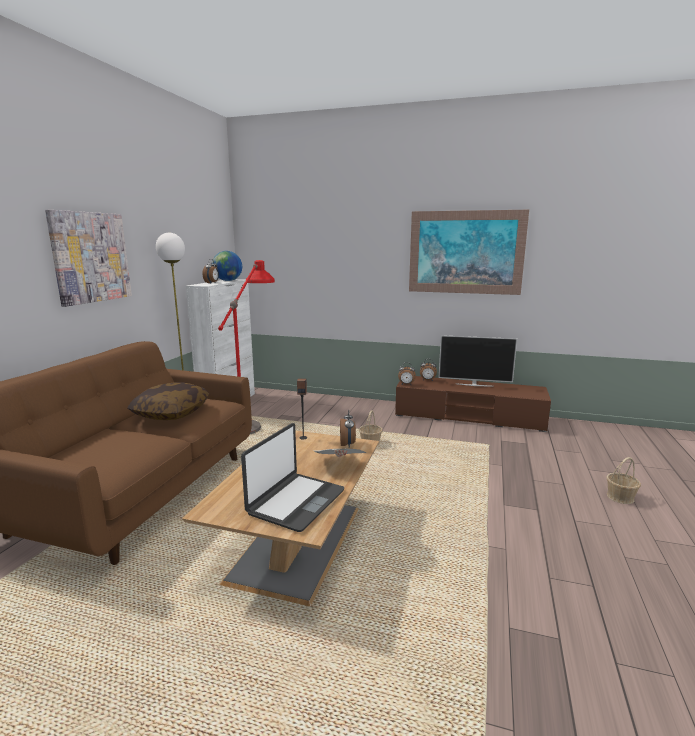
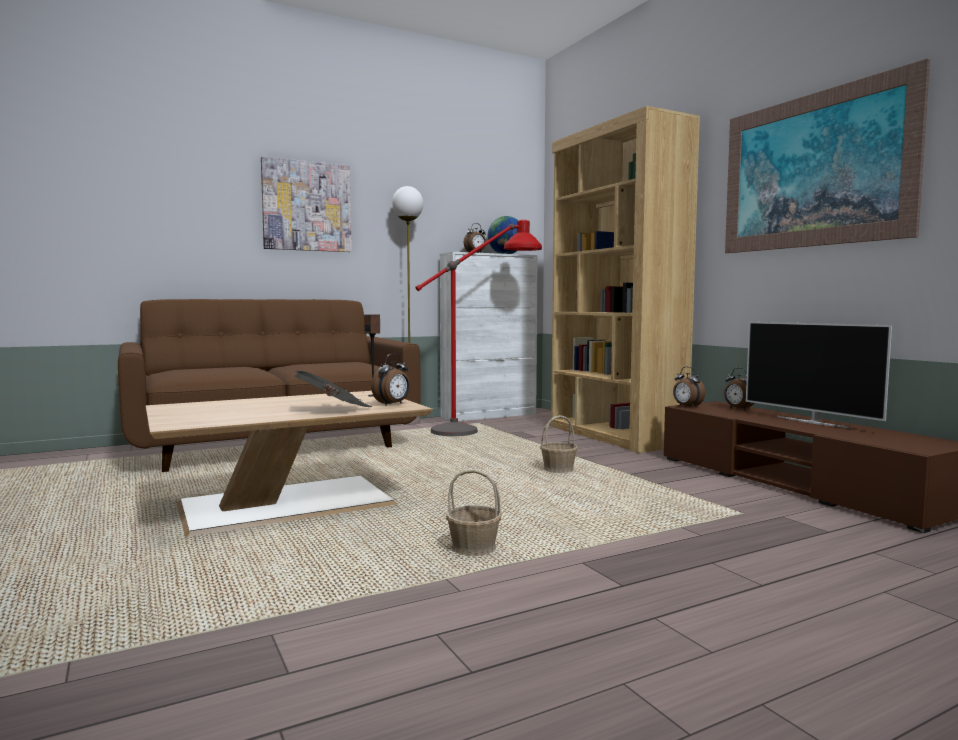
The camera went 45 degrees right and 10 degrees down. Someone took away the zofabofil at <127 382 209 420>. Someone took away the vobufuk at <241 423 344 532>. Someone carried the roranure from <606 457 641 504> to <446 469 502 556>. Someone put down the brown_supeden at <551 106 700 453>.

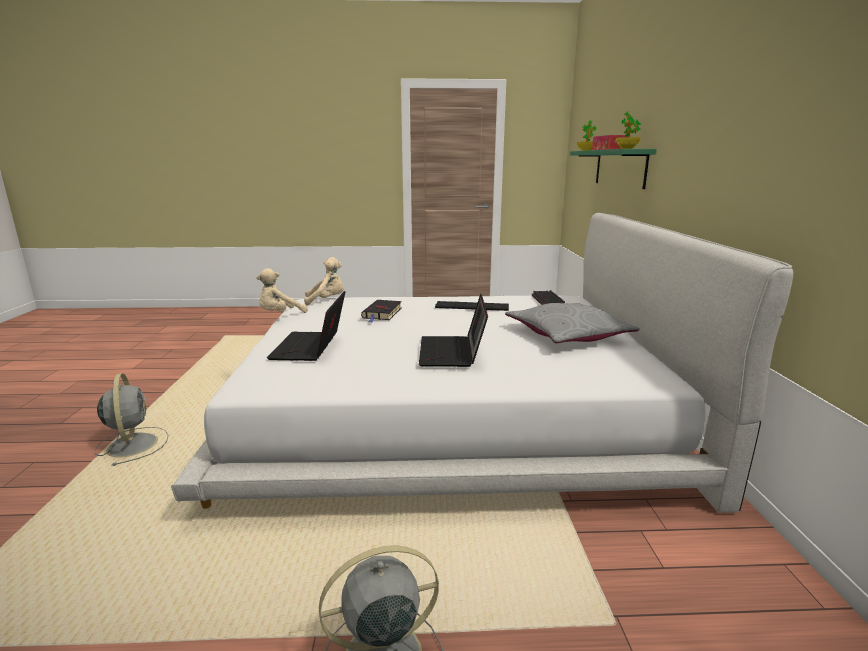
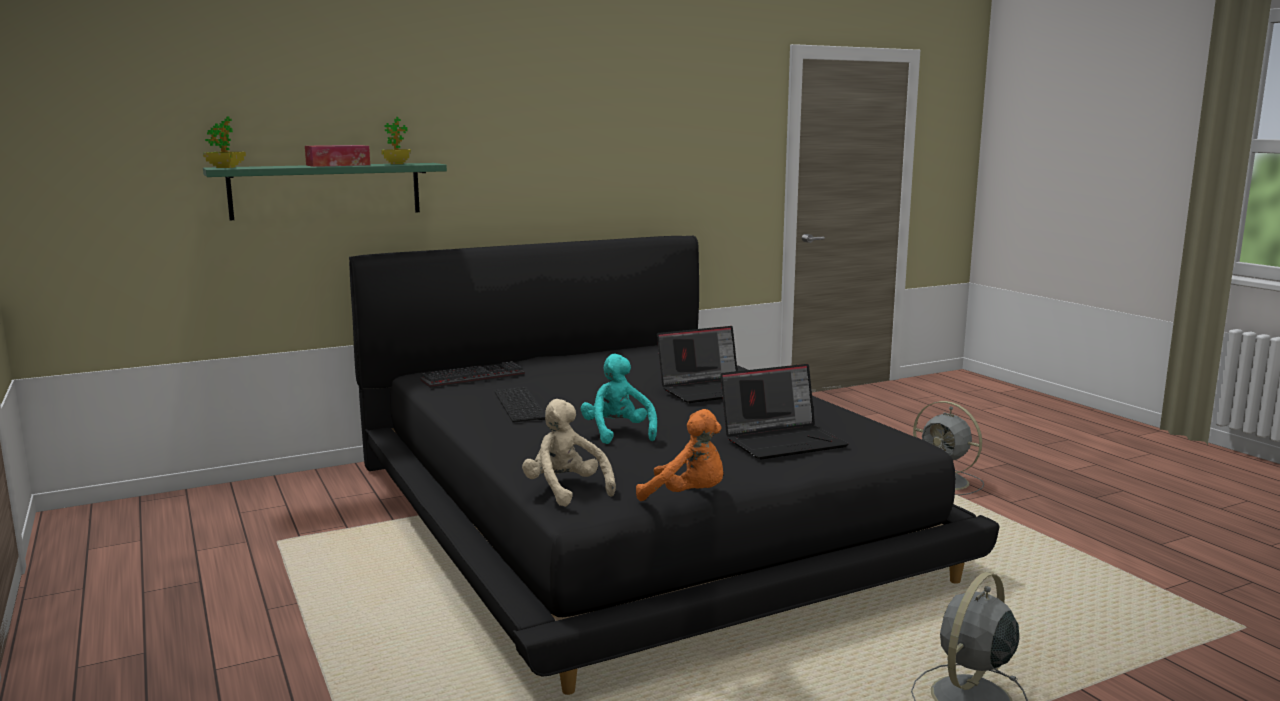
The camera went 115 degrees left and 5 degrees down. Someone repainted the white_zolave at <171 213 793 513>, which became the black_zolave at <349 236 999 695>. Someone repainted the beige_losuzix at <256 268 308 313>, which became the orange_losuzix at <636 409 723 501>. Someone swapped the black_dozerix at <361 300 402 322> for the turquoise_losuzix at <581 354 657 444>. Someone took away the grey_zofabofil at <505 303 640 343>.

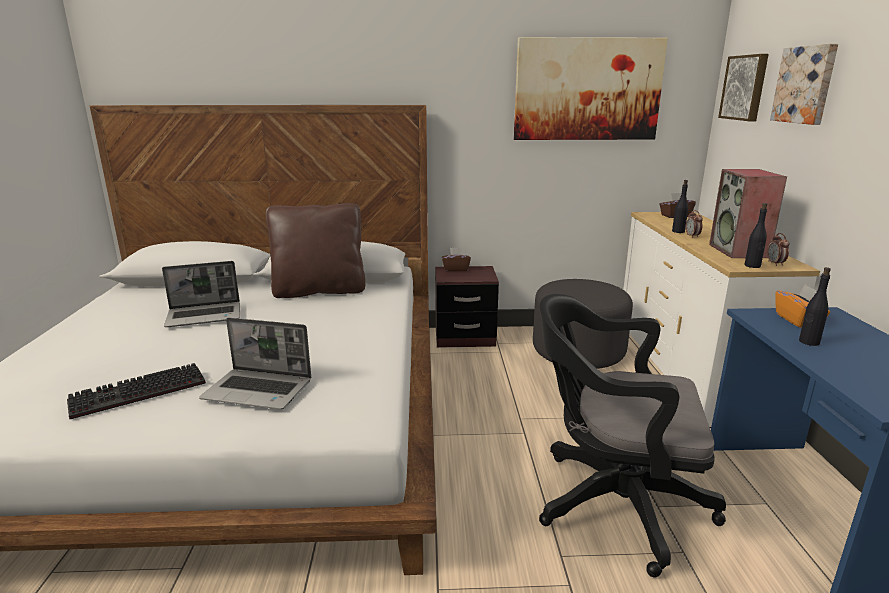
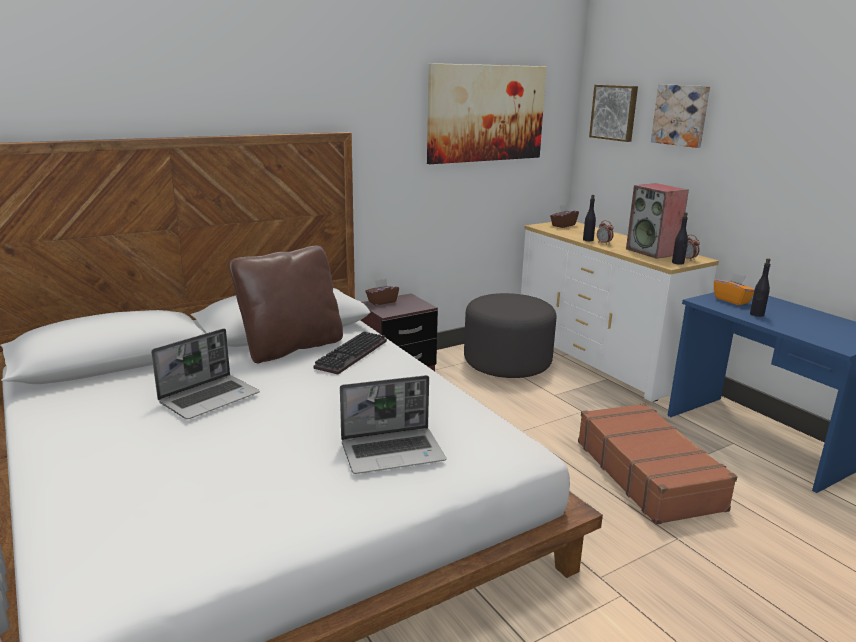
The camera went 30 degrees left and 0 degrees up. Someone carried the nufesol from <67 363 206 419> to <313 331 387 374>. Someone swapped the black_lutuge at <539 294 726 577> for the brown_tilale at <578 403 738 525>.

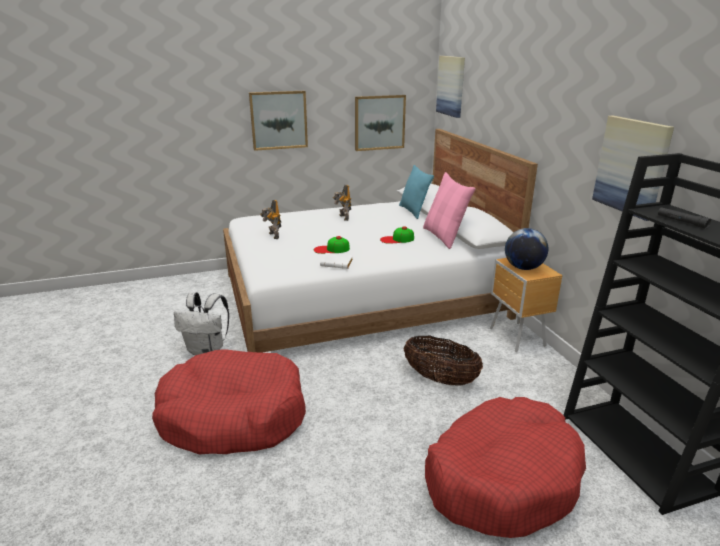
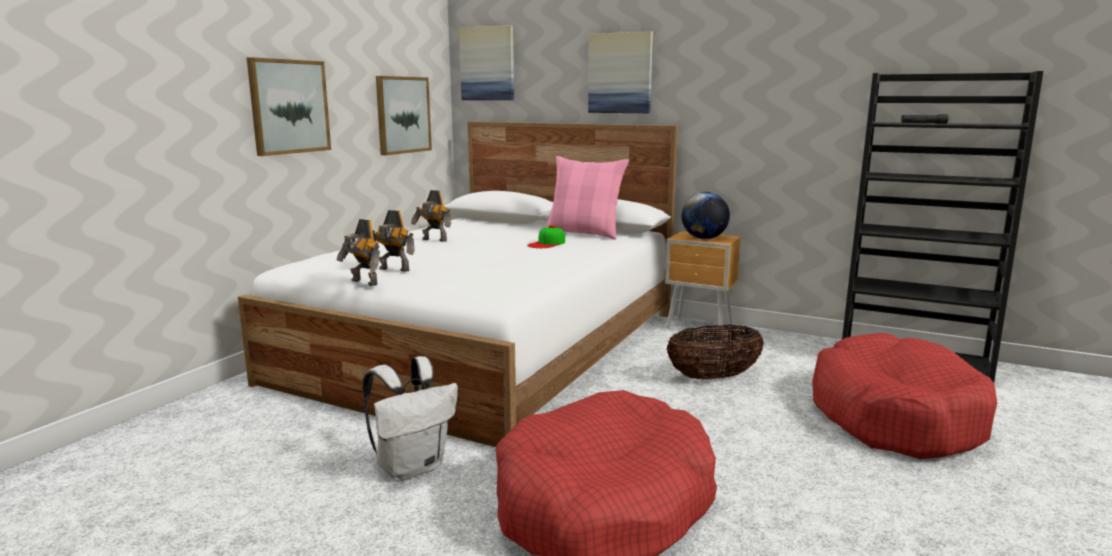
The camera went 45 degrees left and 10 degrees down. Someone took away the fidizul at <314 236 350 254>. Someone took away the white_dozerix at <320 253 353 269>. Someone took away the turquoise_zofabofil at <399 165 434 219>. Someone carried the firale from <592 116 674 221> to <588 31 653 113>. Someone put down the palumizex at <337 219 380 286>.

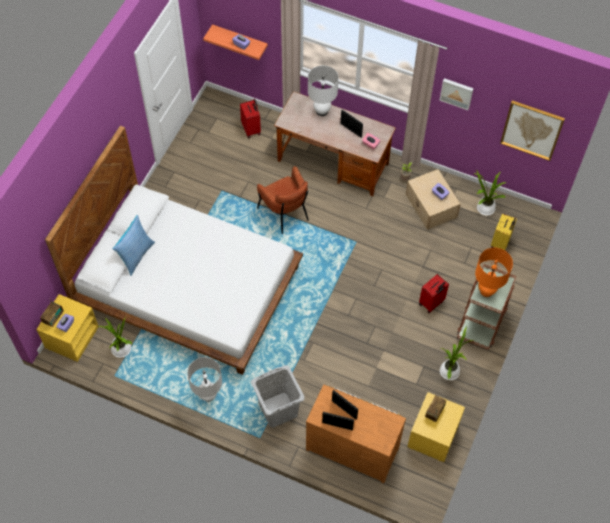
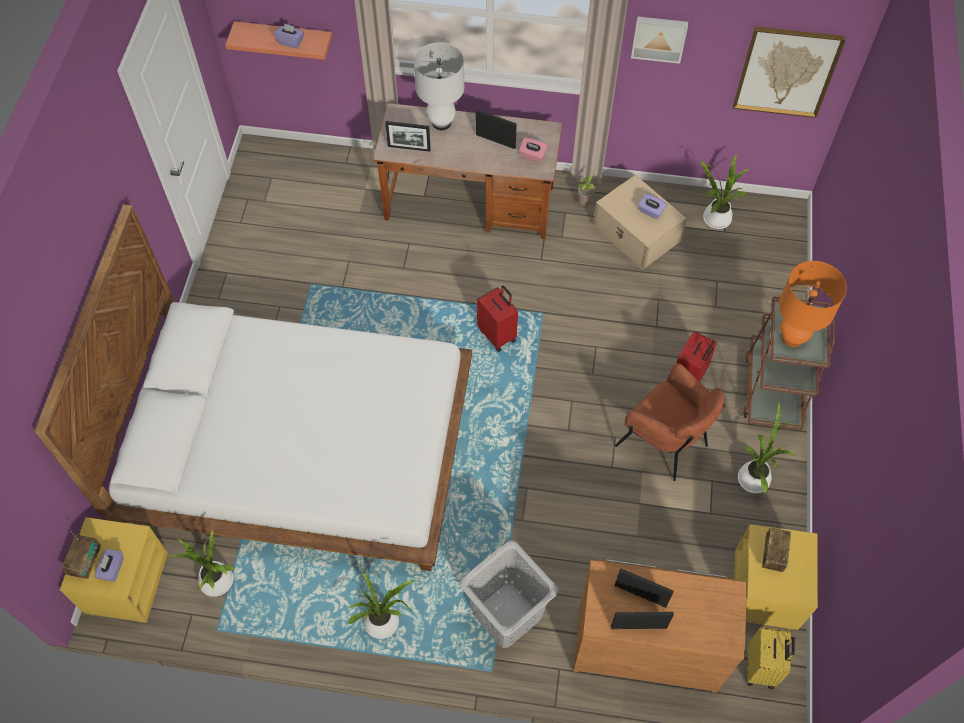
The camera went 15 degrees left and 0 degrees up. Someone took away the zofabofil at <112 215 155 276>. Someone swapped the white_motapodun at <187 357 222 402> for the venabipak at <348 572 415 639>. Someone carried the red_tilale from <240 98 261 138> to <477 285 518 352>. Someone carried the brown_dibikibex from <257 166 309 234> to <615 363 725 481>. Someone carried the yellow_tilale from <491 213 517 250> to <747 627 795 689>. Someone put down the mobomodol at <385 121 431 152>.

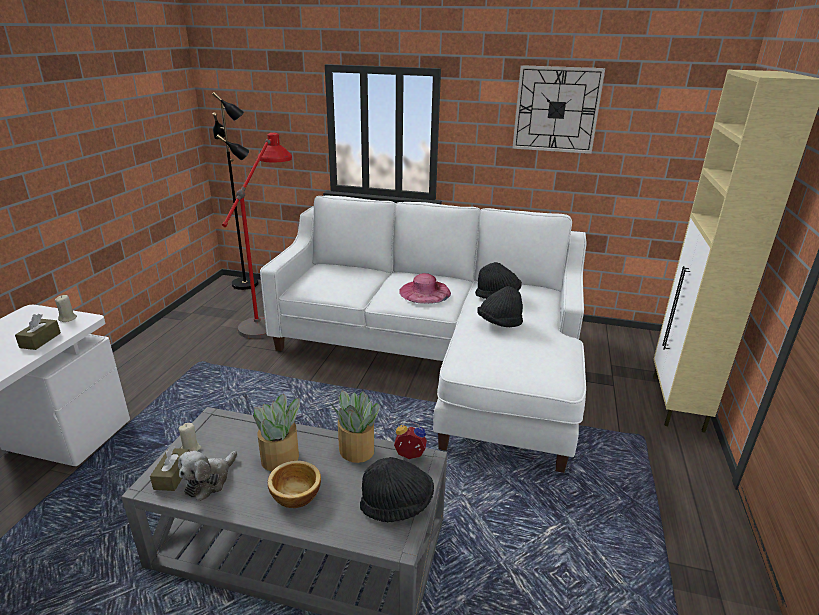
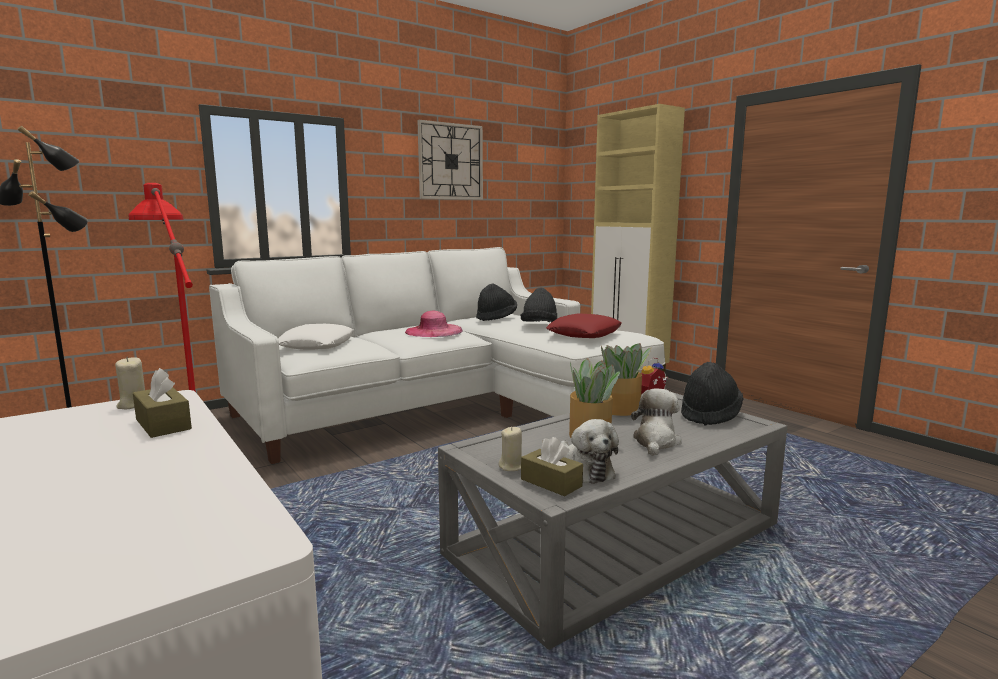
The camera went 50 degrees left and 15 degrees down. Someone swapped the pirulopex at <268 461 321 508> for the losuzix at <631 388 682 456>. Someone put down the white_zofabofil at <278 324 354 350>. Someone put down the red_zofabofil at <546 313 622 338>.

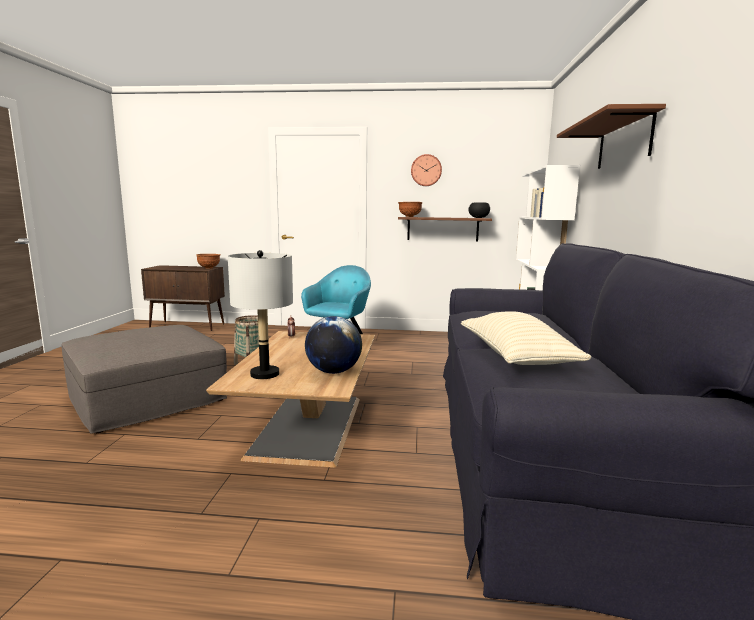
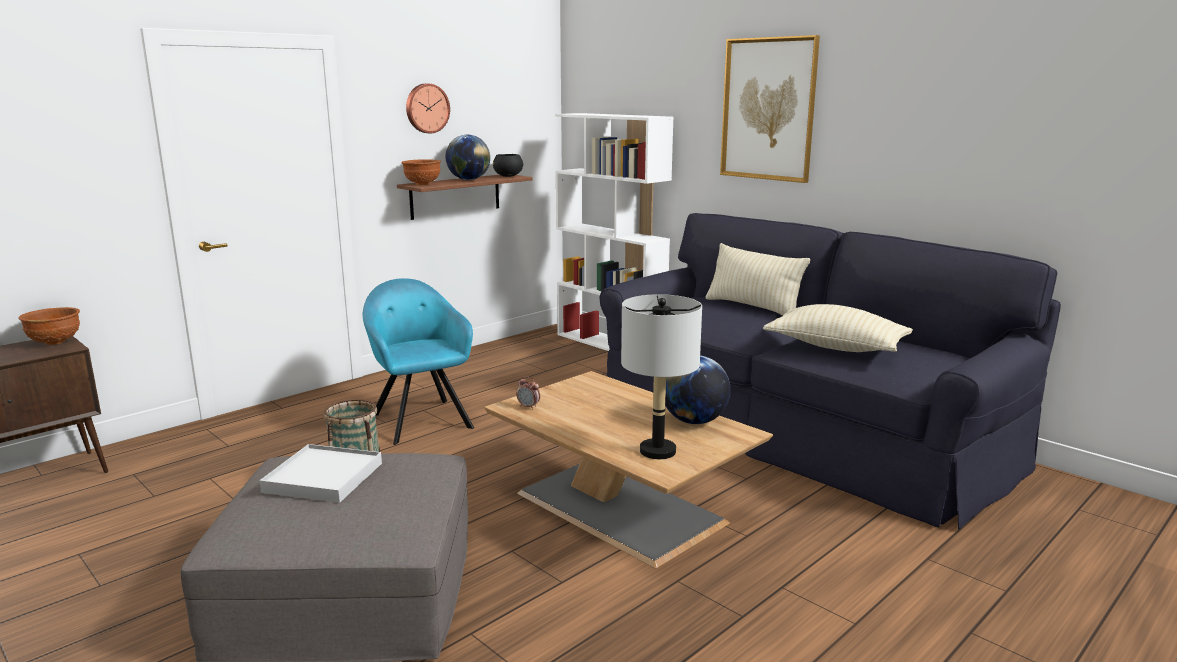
The camera went 50 degrees left and 5 degrees up. Someone swapped the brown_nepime at <557 104 666 169> for the firale at <720 35 820 183>. Someone put down the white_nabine at <260 444 382 503>. Someone put down the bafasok at <445 135 490 180>. Someone put down the beige_zofabofil at <705 243 810 315>.

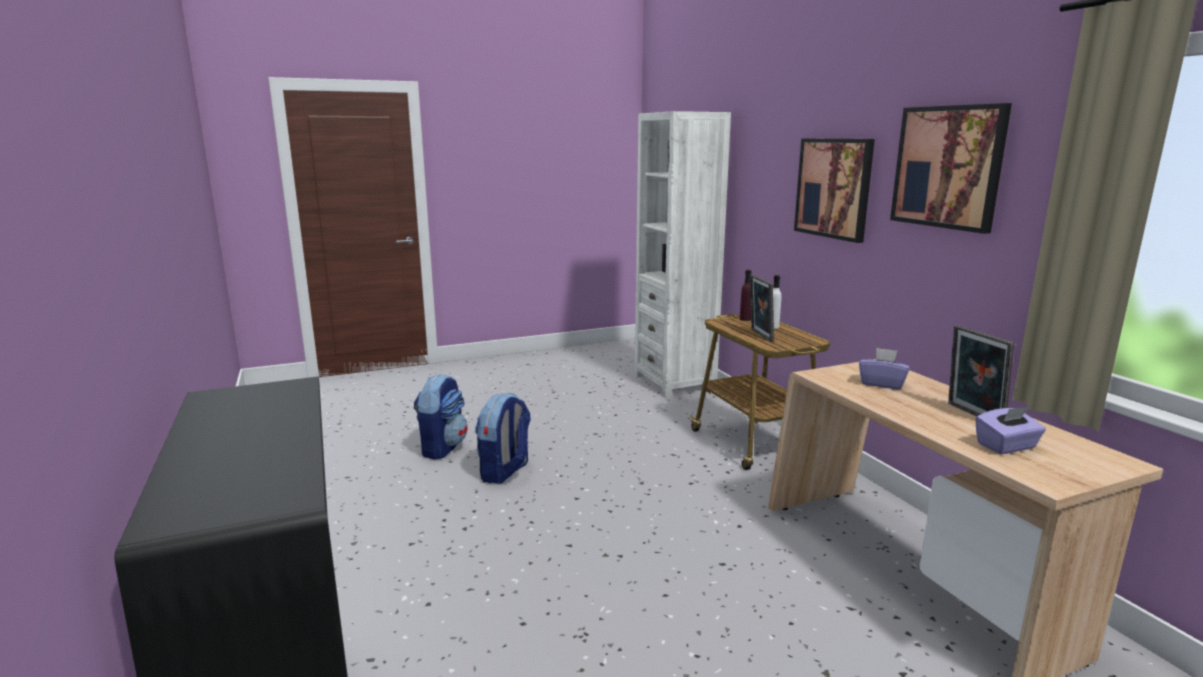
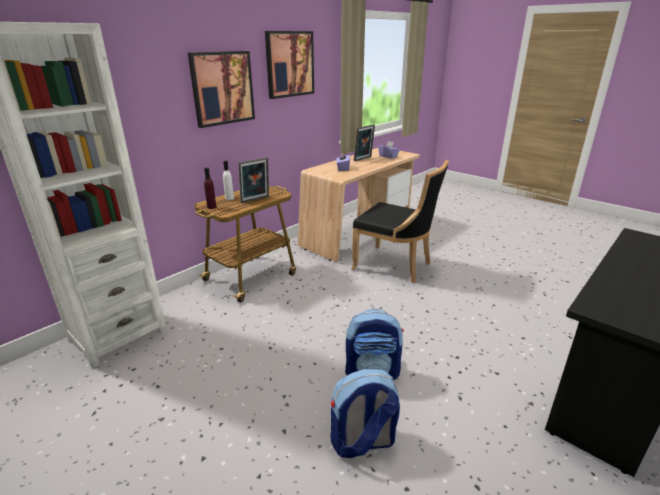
The camera went 115 degrees left and 10 degrees up. Someone put down the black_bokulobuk at <351 160 449 283>.

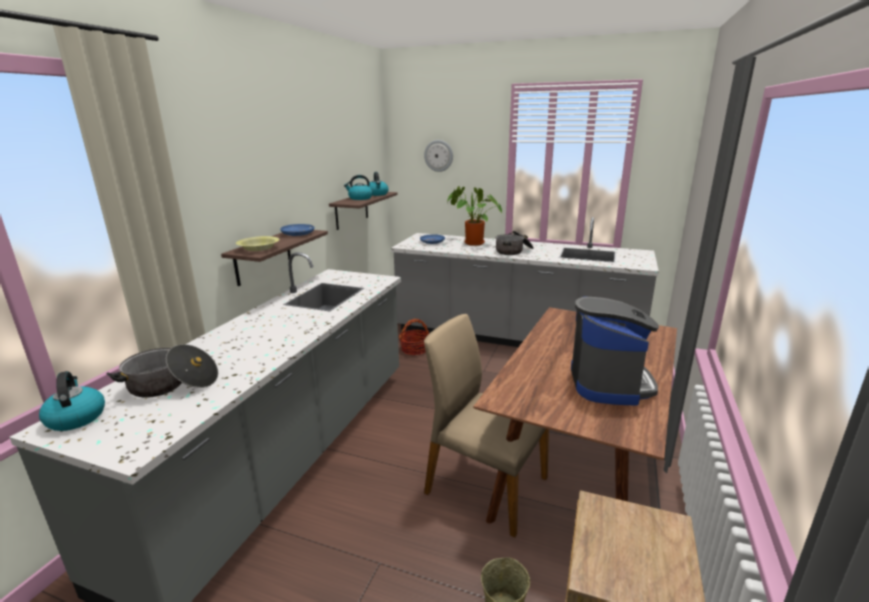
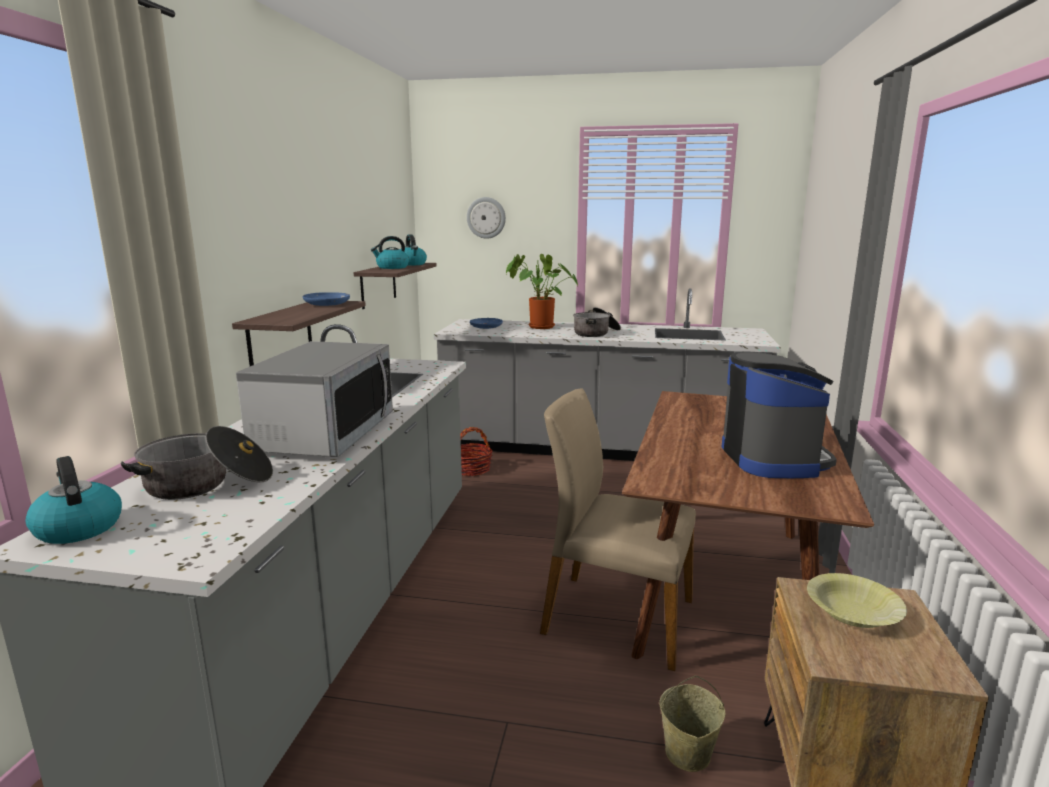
The camera went 10 degrees left and 5 degrees down. Someone carried the yellow_pirulopex from <236 236 279 251> to <807 573 907 628>. Someone put down the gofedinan at <236 341 393 457>.

